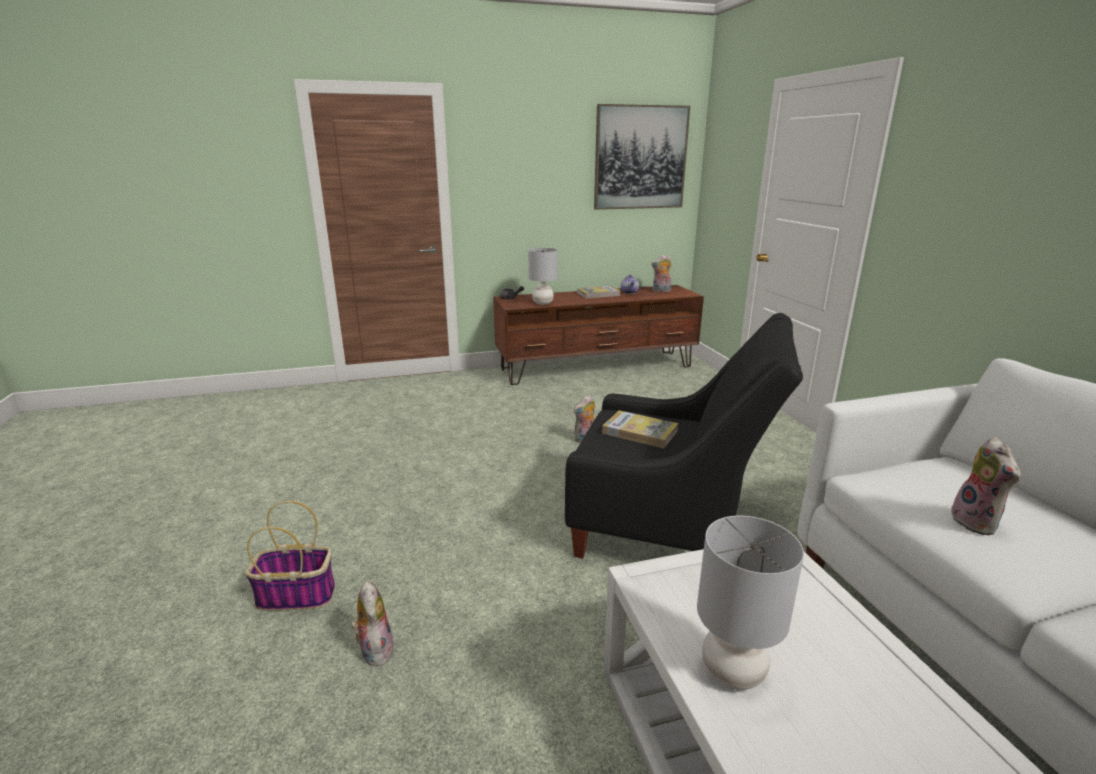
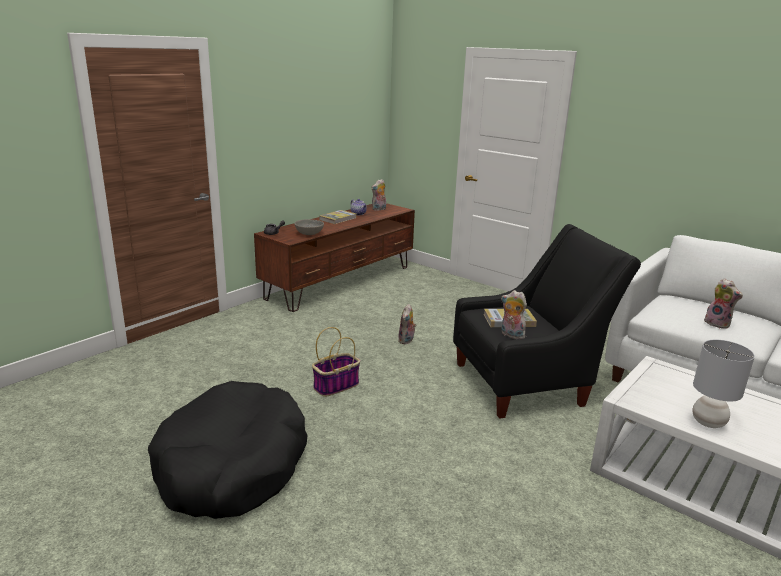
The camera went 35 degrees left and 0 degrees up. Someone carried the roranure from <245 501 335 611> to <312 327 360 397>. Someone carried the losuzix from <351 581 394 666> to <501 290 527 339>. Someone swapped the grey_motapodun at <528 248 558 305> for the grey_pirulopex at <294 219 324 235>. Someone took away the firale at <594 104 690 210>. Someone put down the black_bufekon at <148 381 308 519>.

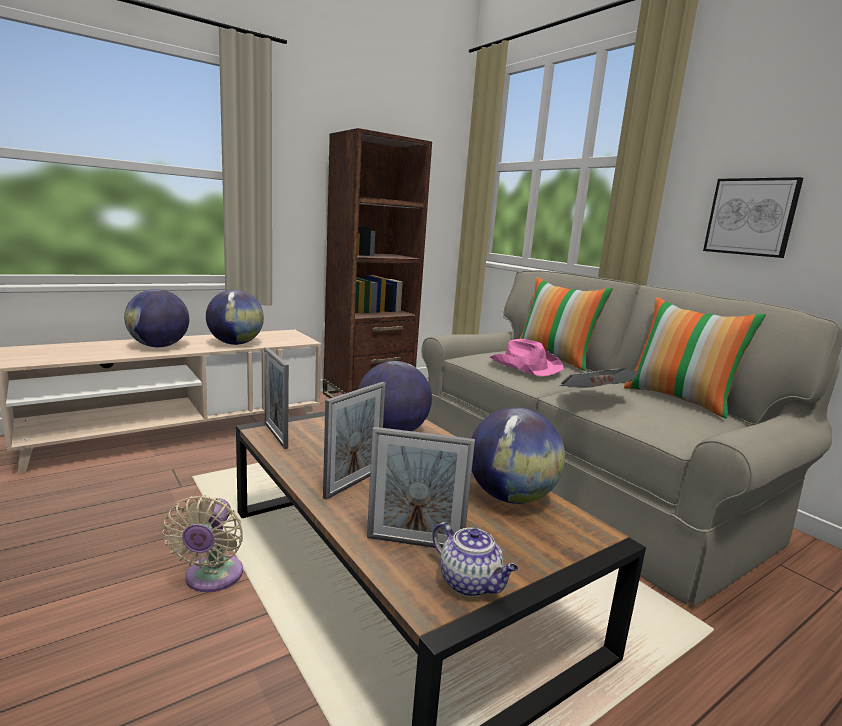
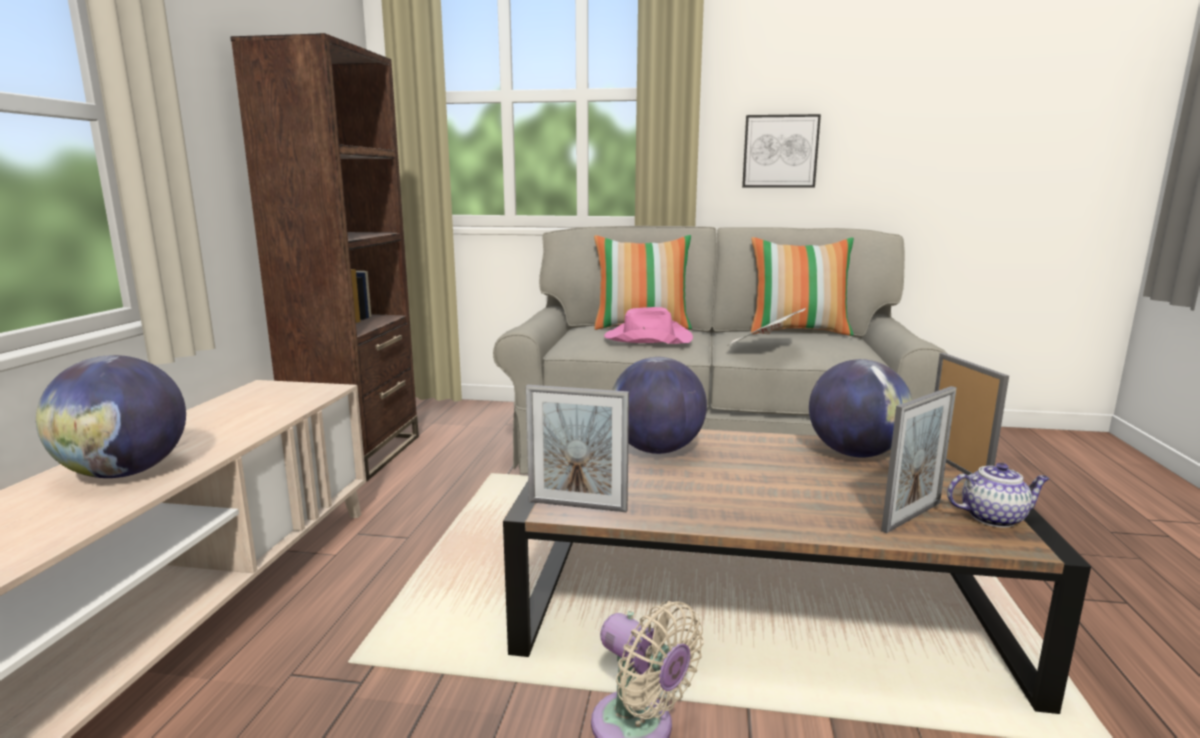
The camera went 45 degrees left and 0 degrees up. Someone took away the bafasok at <206 290 264 345>. Someone carried the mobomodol from <323 382 385 500> to <935 353 1009 475>.

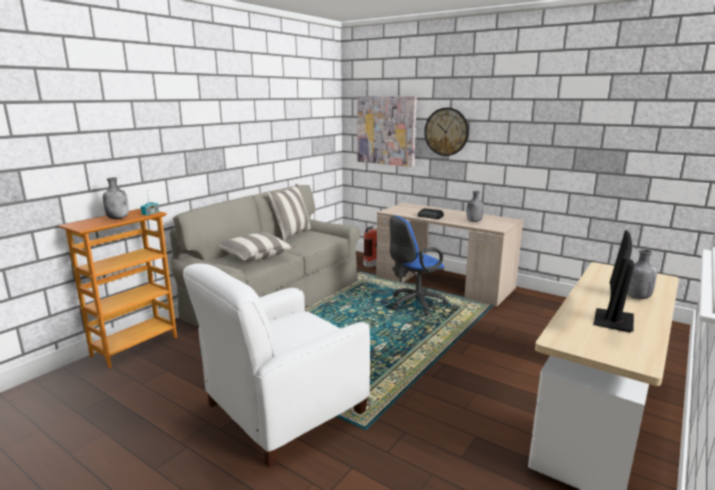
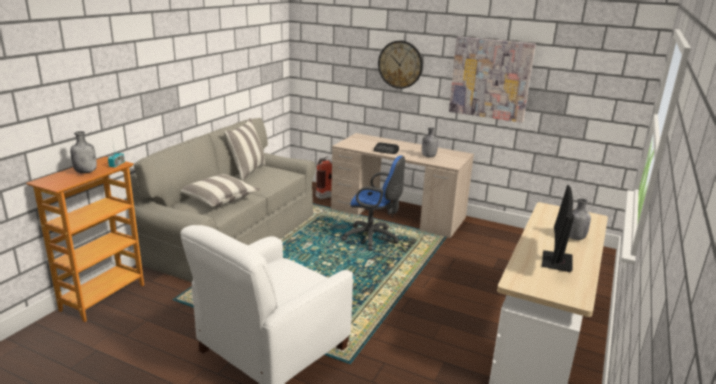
The camera went 10 degrees left and 5 degrees up. Someone carried the firale from <357 96 417 167> to <449 36 536 123>. Someone rotated the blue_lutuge at <390 216 449 315> by 120 degrees counterclockwise.

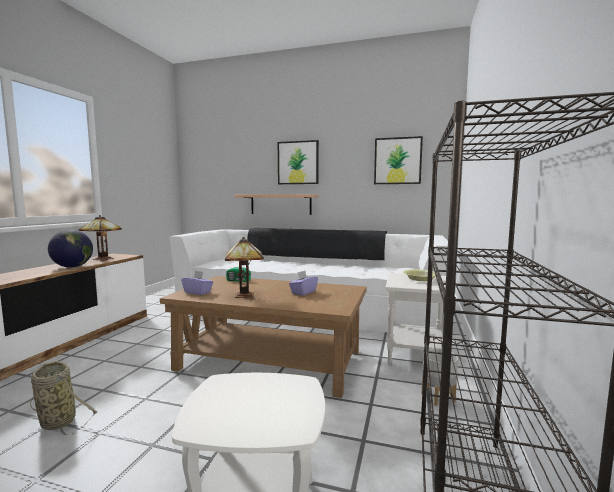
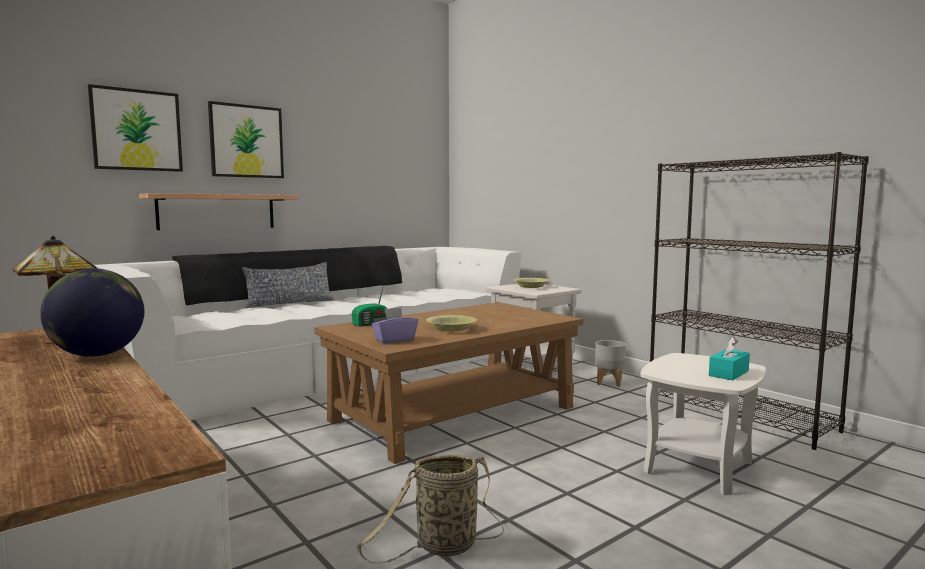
The camera went 55 degrees left and 0 degrees up. Someone swapped the motapodun at <225 237 264 298> for the yellow_pirulopex at <426 315 477 332>. Someone took away the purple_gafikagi at <289 271 318 296>. Someone carried the firale from <374 136 423 184> to <88 84 183 172>. Someone put down the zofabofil at <242 262 334 309>. Someone put down the turquoise_gafikagi at <709 337 750 380>.

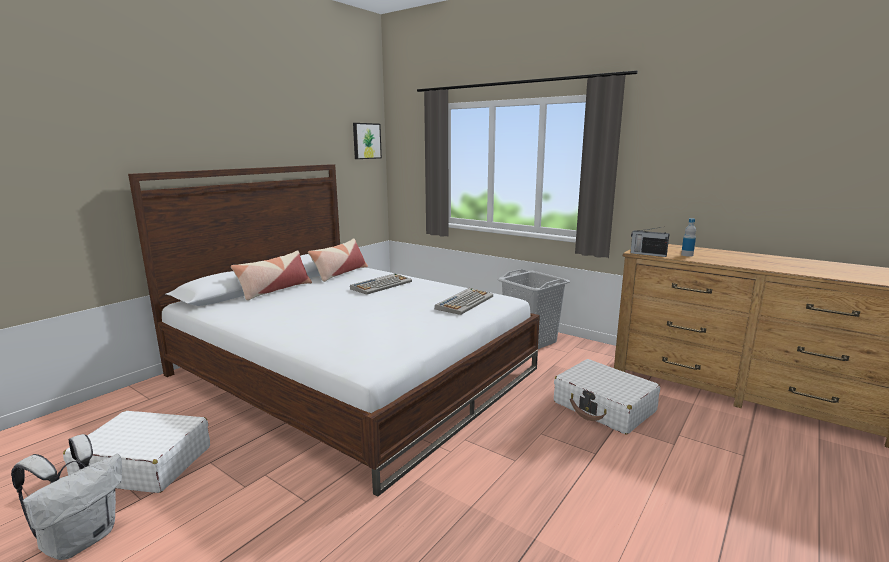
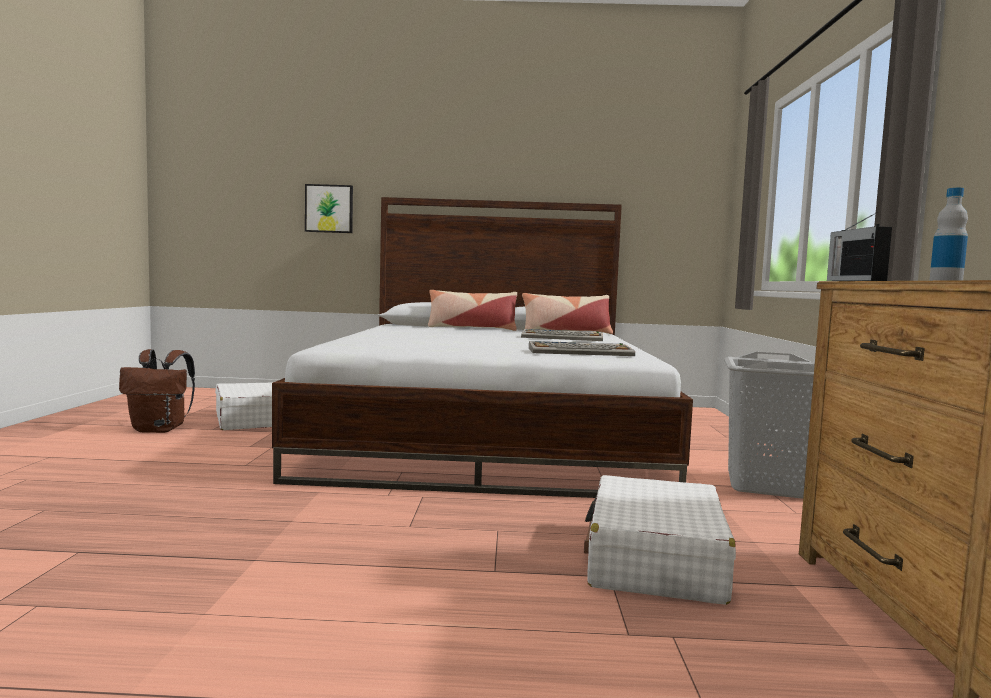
The camera went 55 degrees right and 10 degrees down. Someone repainted the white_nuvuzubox at <11 434 122 560>, which became the brown_nuvuzubox at <119 349 195 433>. Someone carried the firale from <353 123 382 159> to <305 184 353 233>.

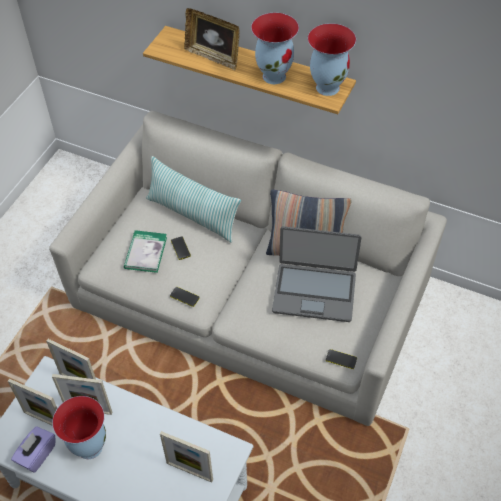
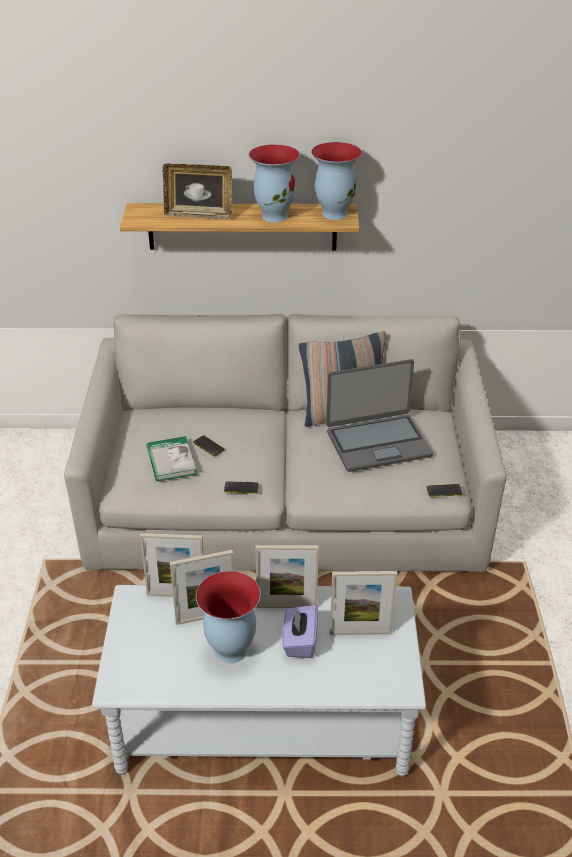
The camera went 25 degrees left and 15 degrees down. Someone carried the mobomodol from <8 379 57 426> to <255 545 319 608>. Someone carried the purple_gafikagi from <11 426 55 473> to <282 605 318 658>. Someone took away the zofabofil at <146 156 241 243>.

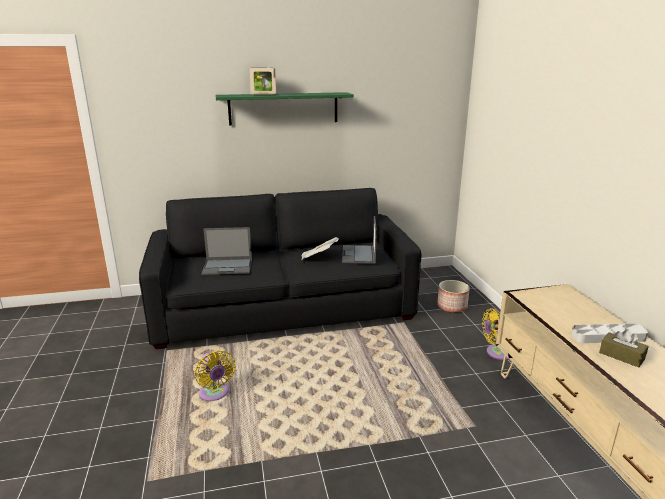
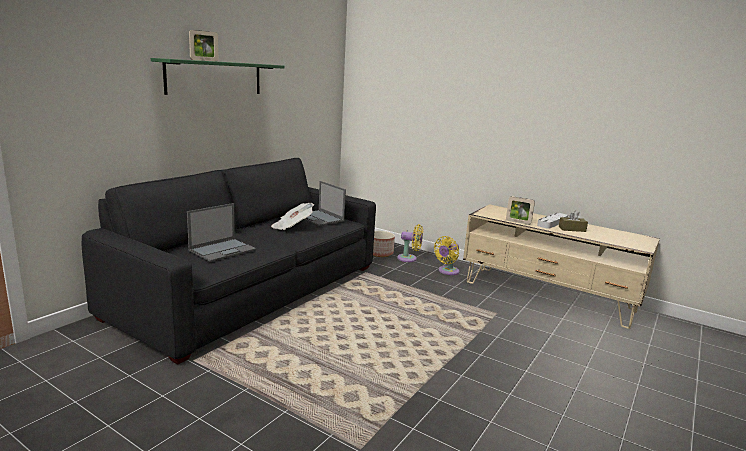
The camera went 45 degrees left and 5 degrees down. Someone carried the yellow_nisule from <194 350 236 401> to <397 224 423 262>. Someone put down the mobomodol at <506 196 535 225>.

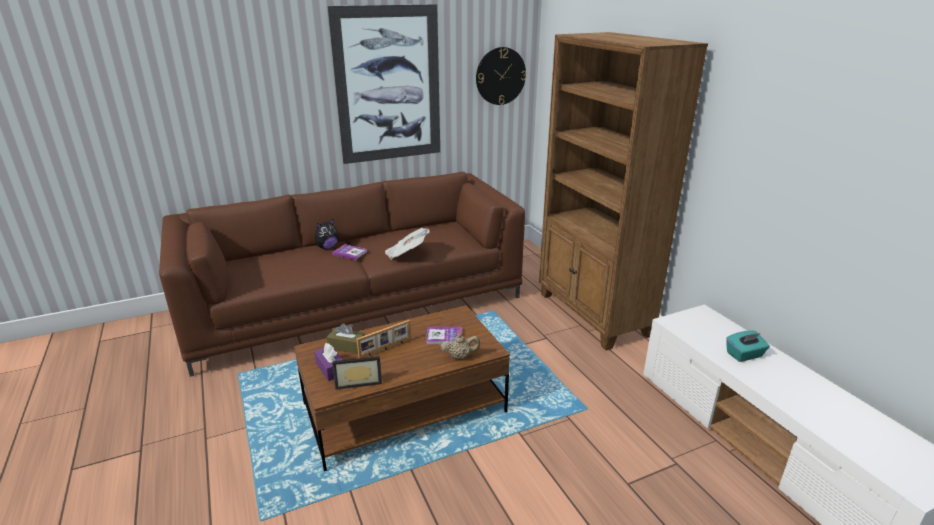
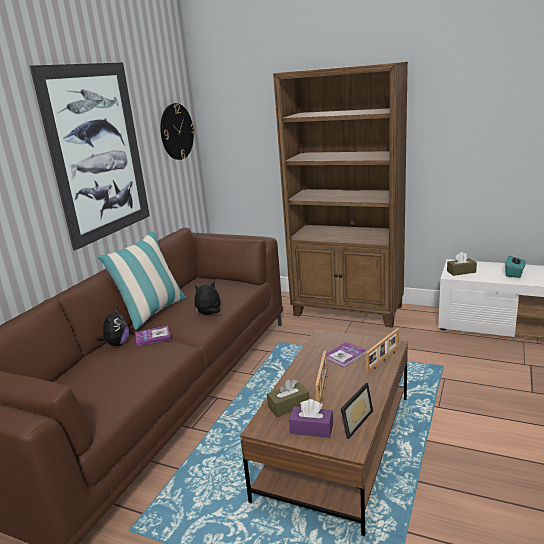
The camera went 40 degrees left and 5 degrees down. Someone swapped the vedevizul at <385 228 430 259> for the losuzix at <194 281 220 315>. Someone swapped the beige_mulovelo at <440 333 480 359> for the mobomodol at <366 328 399 374>. Someone put down the zofabofil at <98 230 186 330>. Someone put down the brown_gafikagi at <447 252 477 276>.

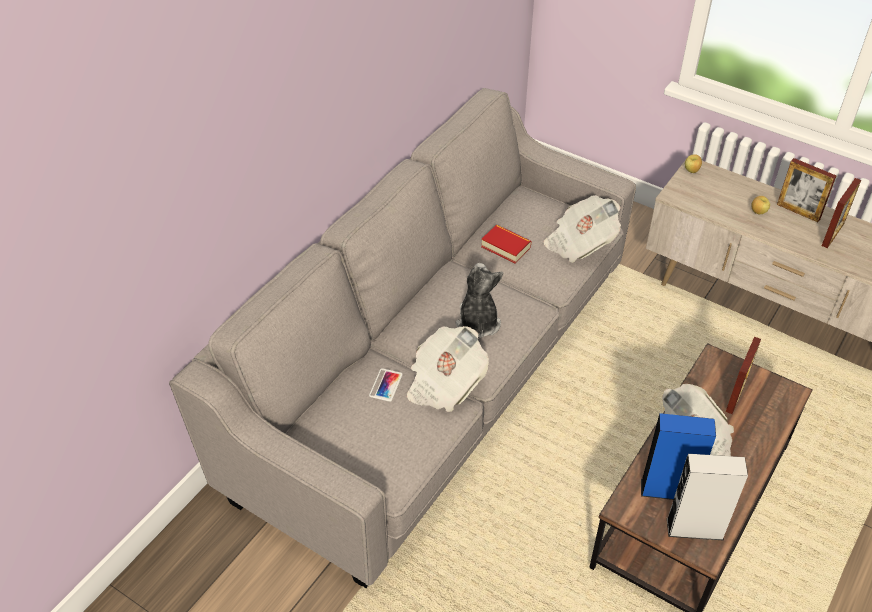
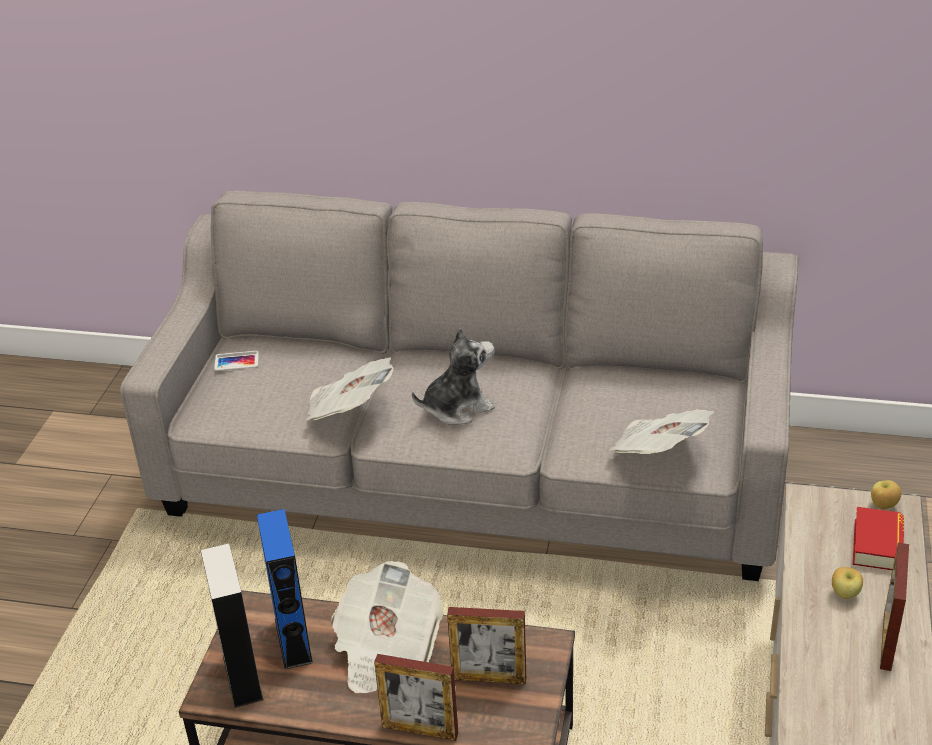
The camera went 70 degrees right and 10 degrees down. Someone carried the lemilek from <369 368 403 402> to <214 351 259 371>. Someone carried the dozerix from <481 225 531 264> to <853 507 904 570>. Someone carried the mobomodol from <822 178 861 248> to <374 654 458 741>.

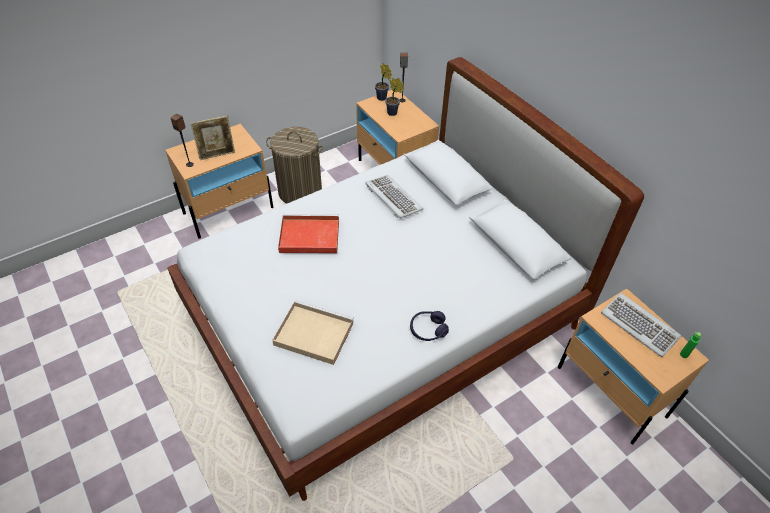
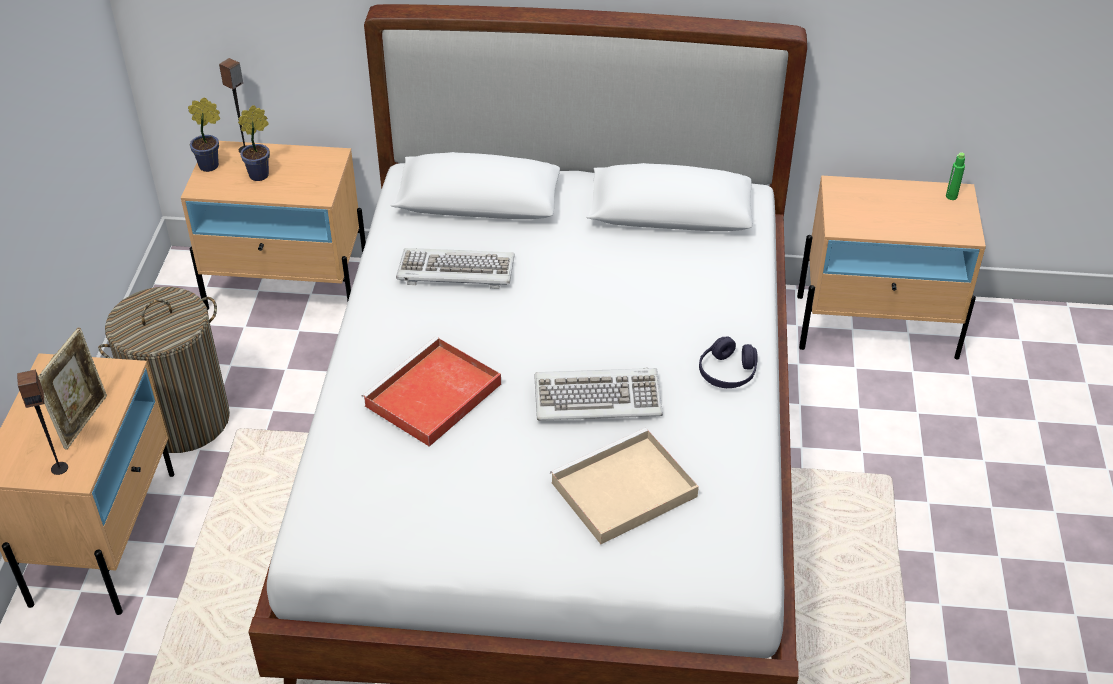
The camera went 50 degrees left and 5 degrees down. Someone carried the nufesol from <601 293 681 357> to <534 368 663 421>.

